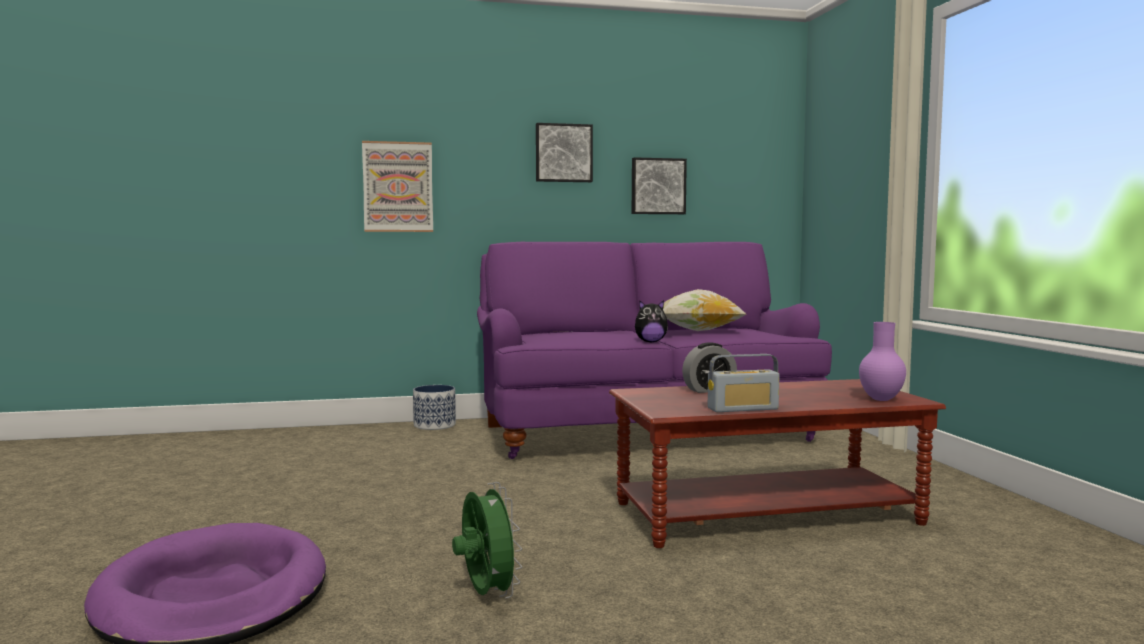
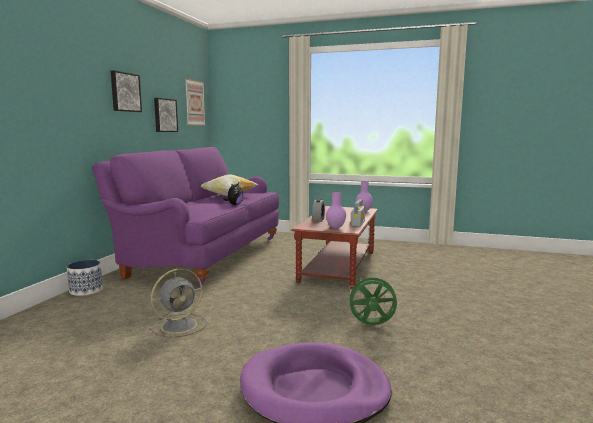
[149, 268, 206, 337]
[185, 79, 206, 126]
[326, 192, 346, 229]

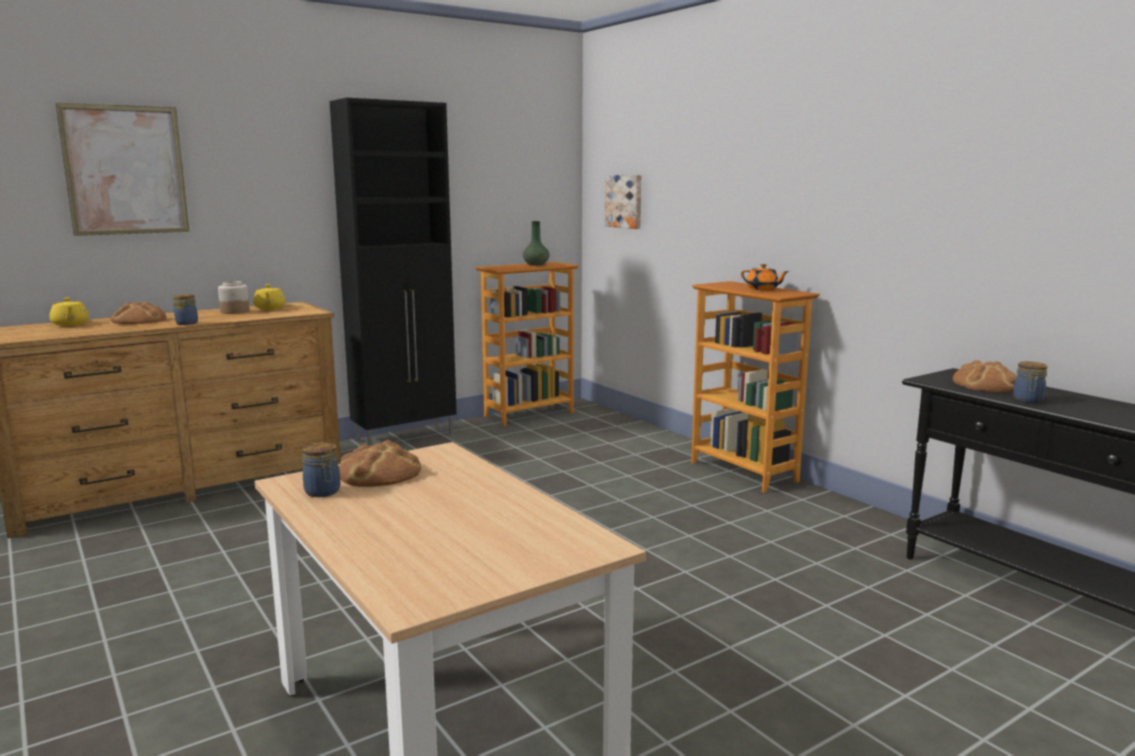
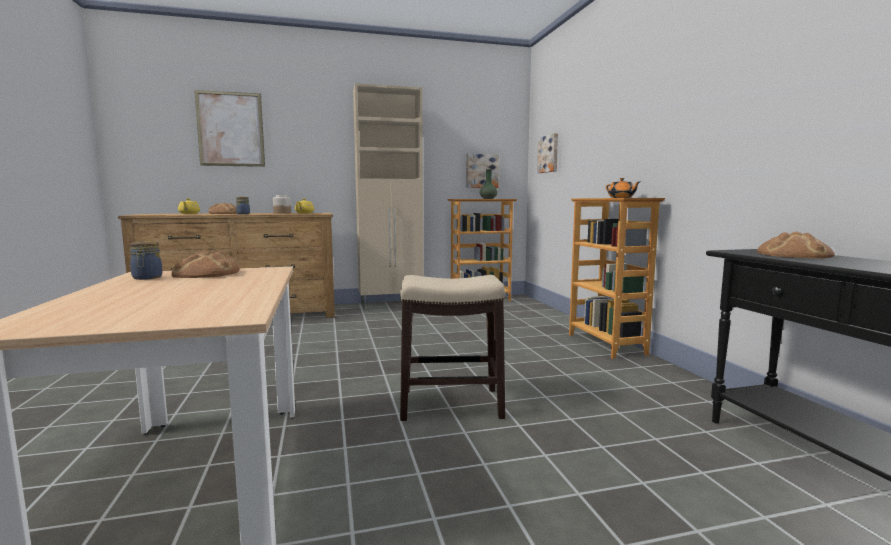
[353, 83, 424, 309]
[400, 275, 505, 421]
[466, 154, 499, 188]
[1013, 361, 1048, 403] (first image)

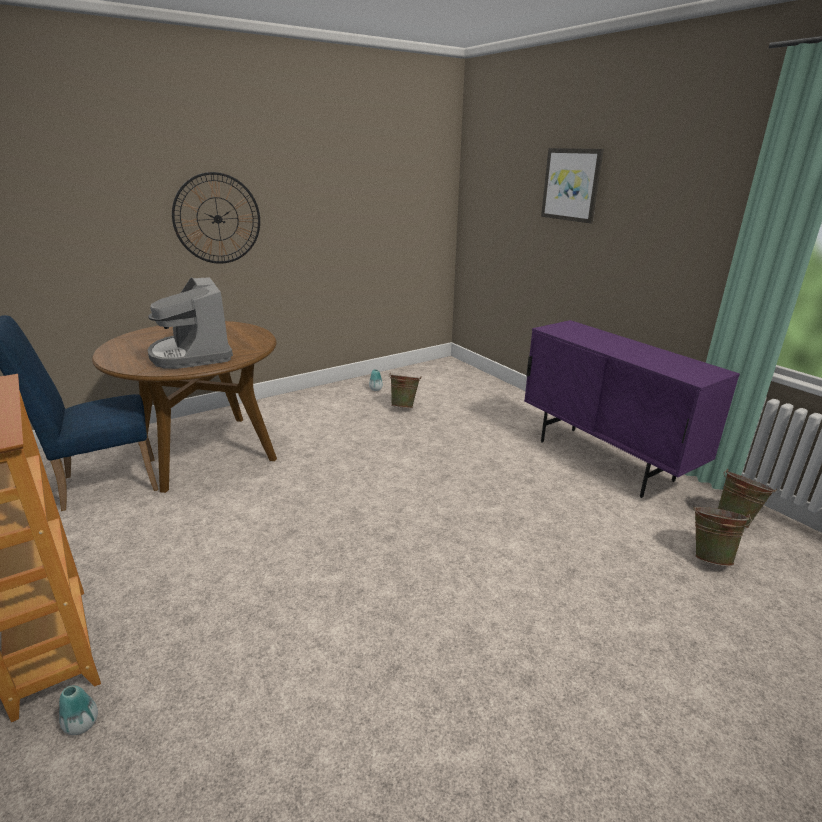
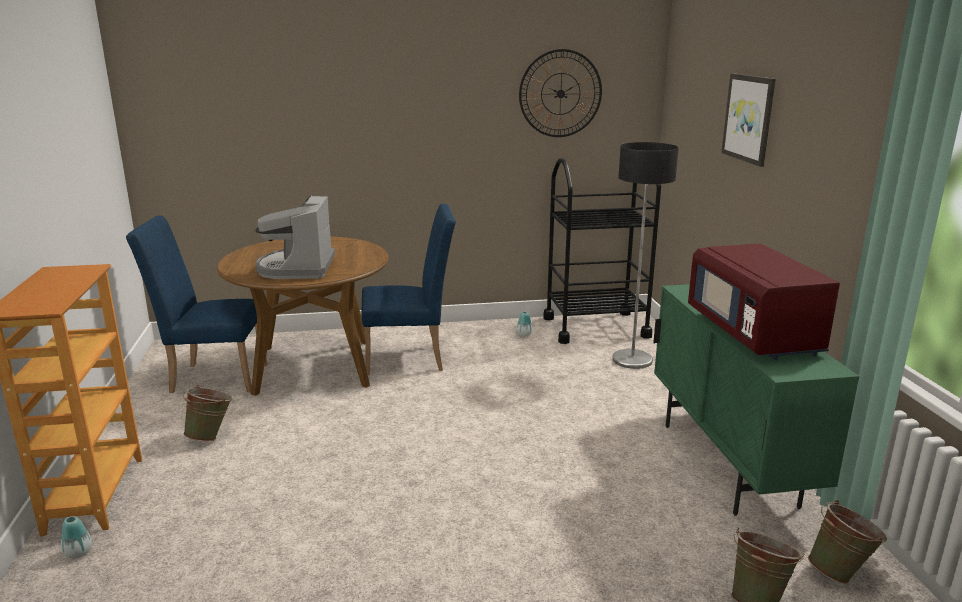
[183, 385, 232, 442]
[361, 204, 456, 375]
[519, 49, 602, 137]
[543, 158, 661, 344]
[612, 142, 679, 369]
[653, 284, 860, 516]
[688, 243, 840, 360]

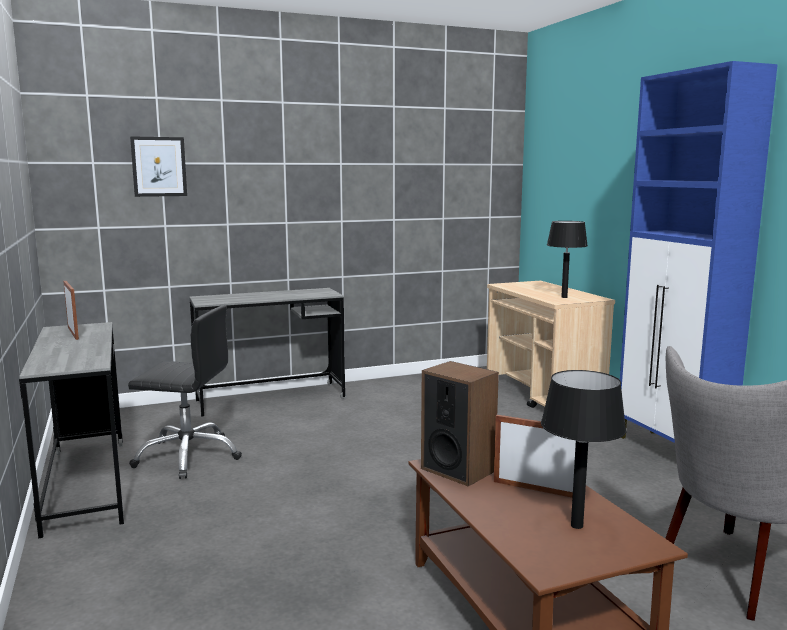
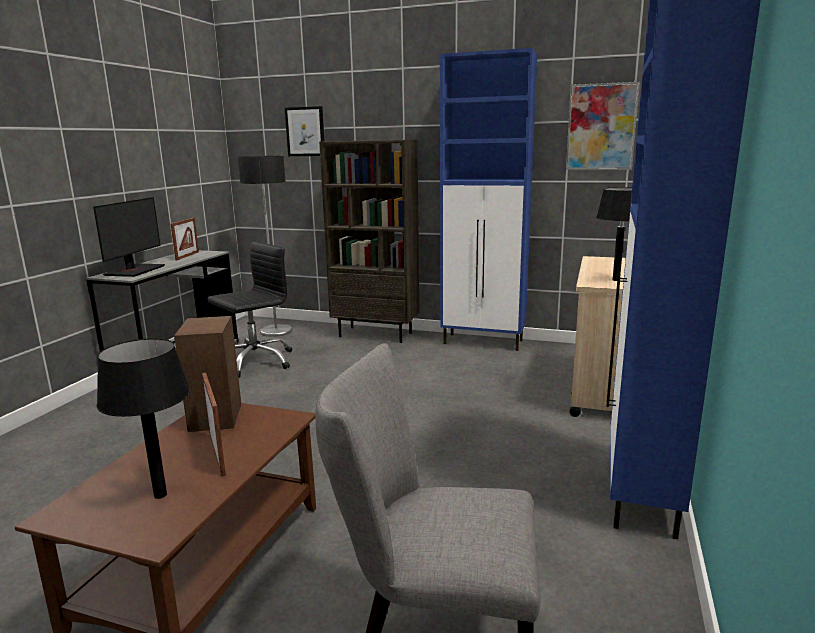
[93, 197, 165, 277]
[207, 241, 292, 378]
[238, 156, 292, 337]
[319, 140, 420, 343]
[440, 48, 537, 351]
[566, 82, 640, 170]

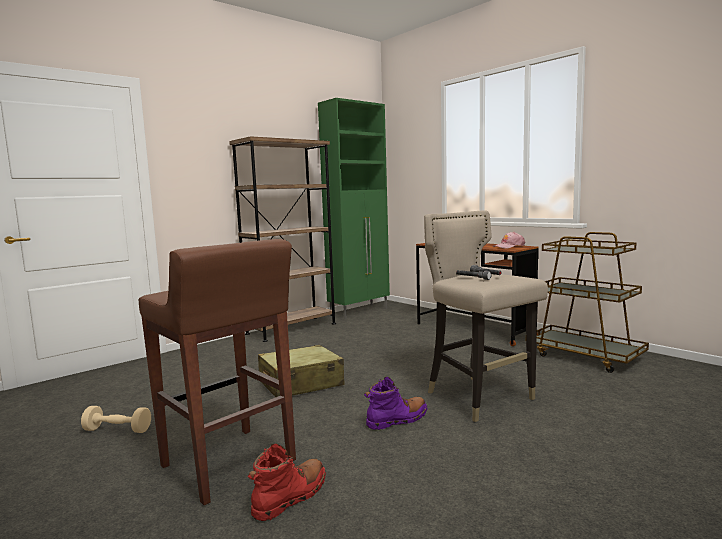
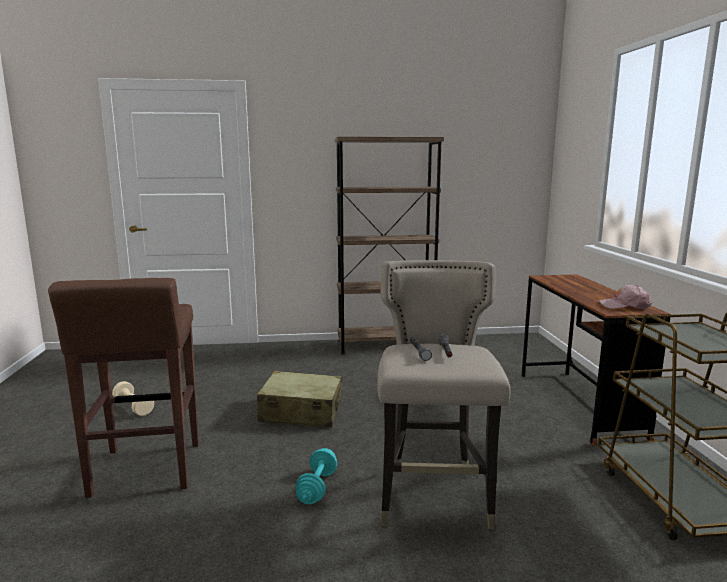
[295, 448, 337, 504]
[248, 444, 326, 521] (first image)
[318, 98, 390, 319] (first image)

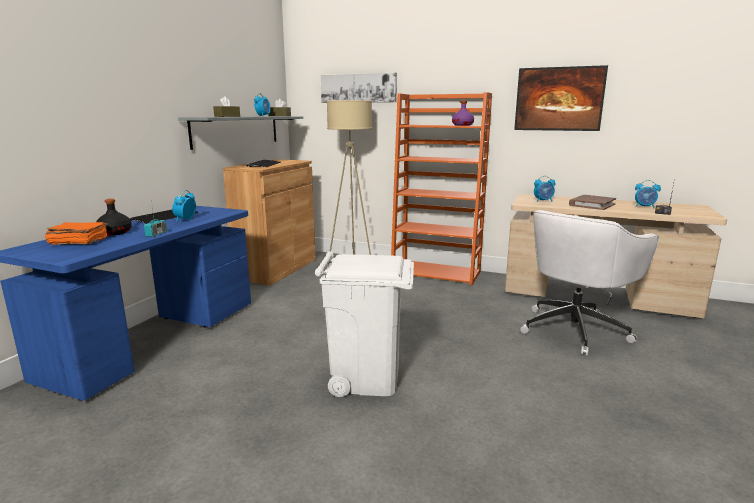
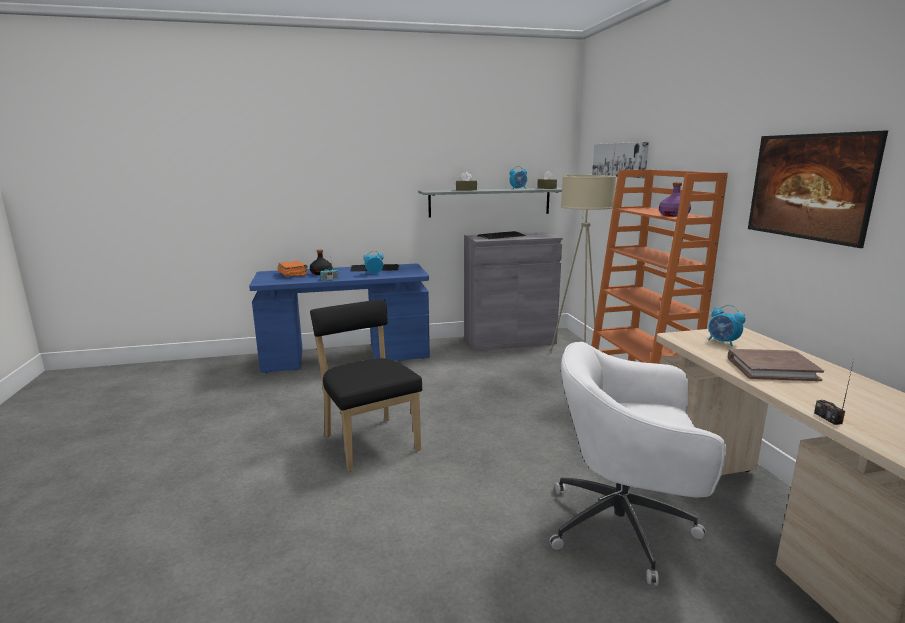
[310, 299, 422, 472]
[464, 232, 562, 351]
[635, 180, 661, 208] (first image)

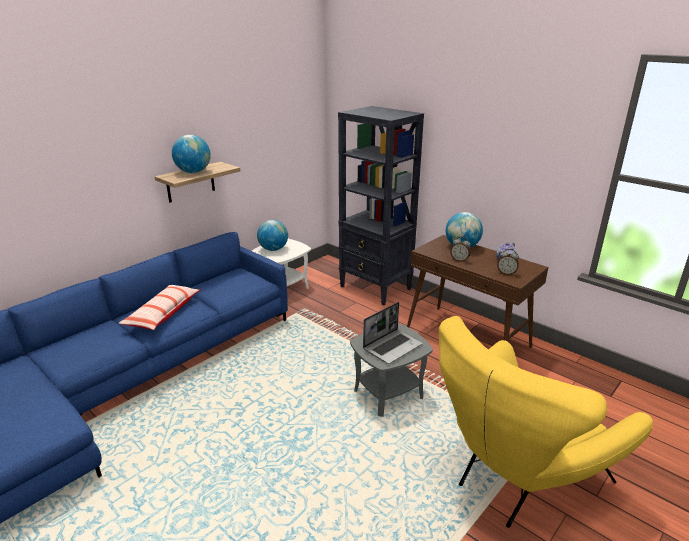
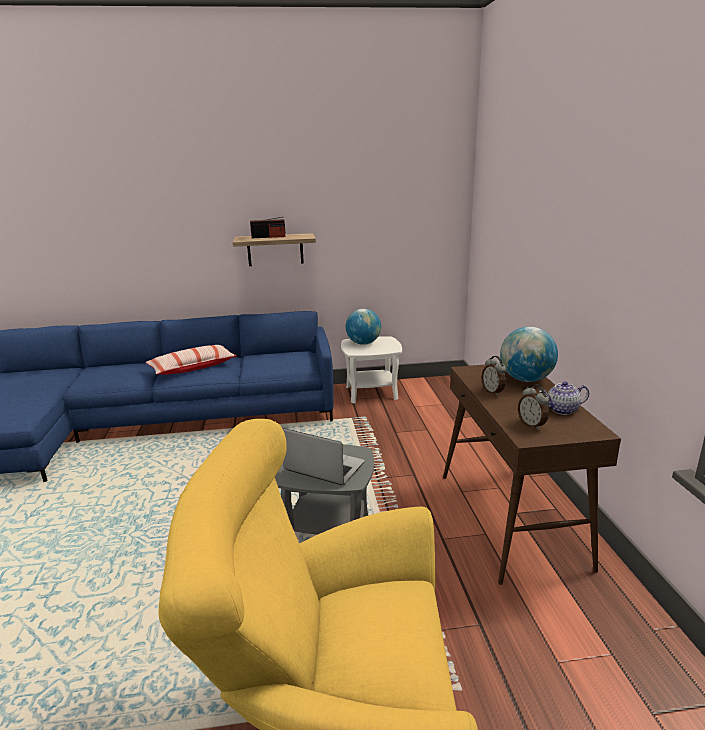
[250, 217, 285, 238]
[282, 428, 365, 485]
[338, 106, 424, 306] (first image)

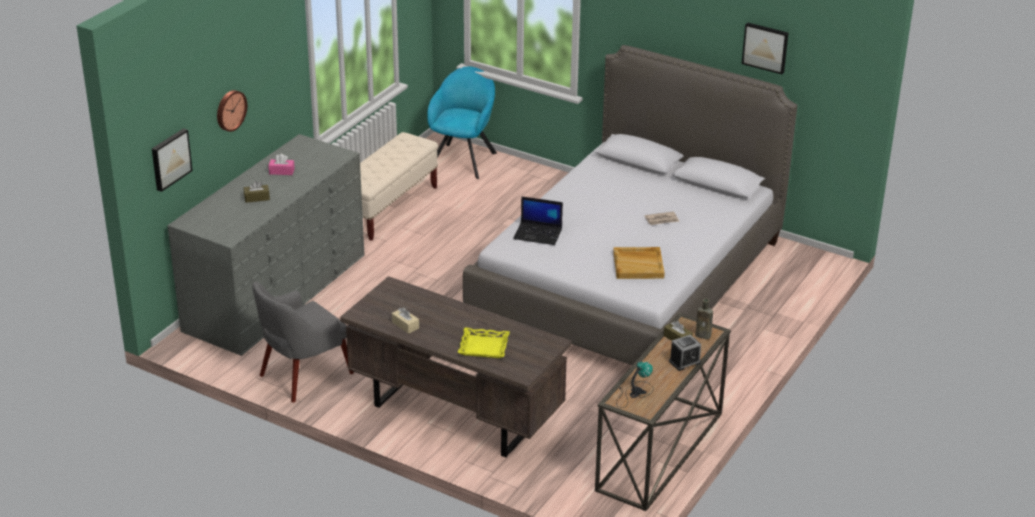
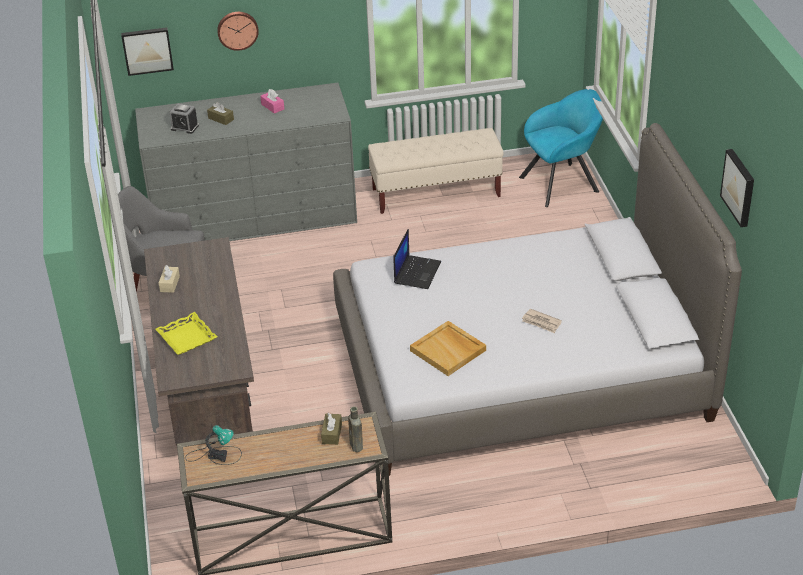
[169, 103, 199, 134]
[393, 229, 441, 289]

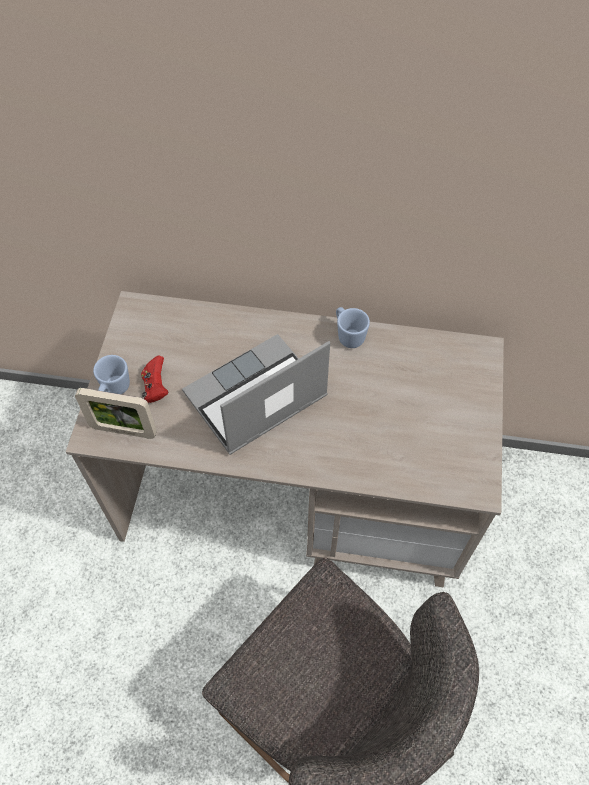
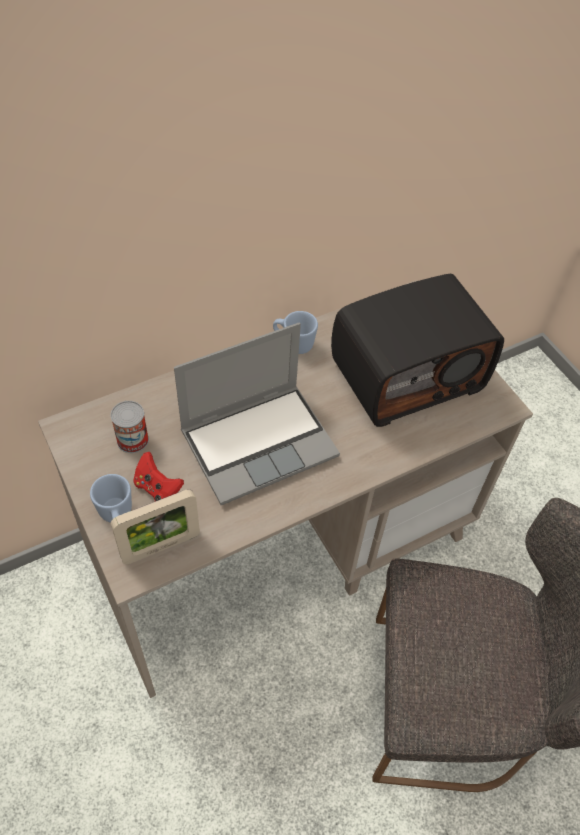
[110, 401, 149, 453]
[174, 323, 340, 505]
[331, 274, 504, 427]

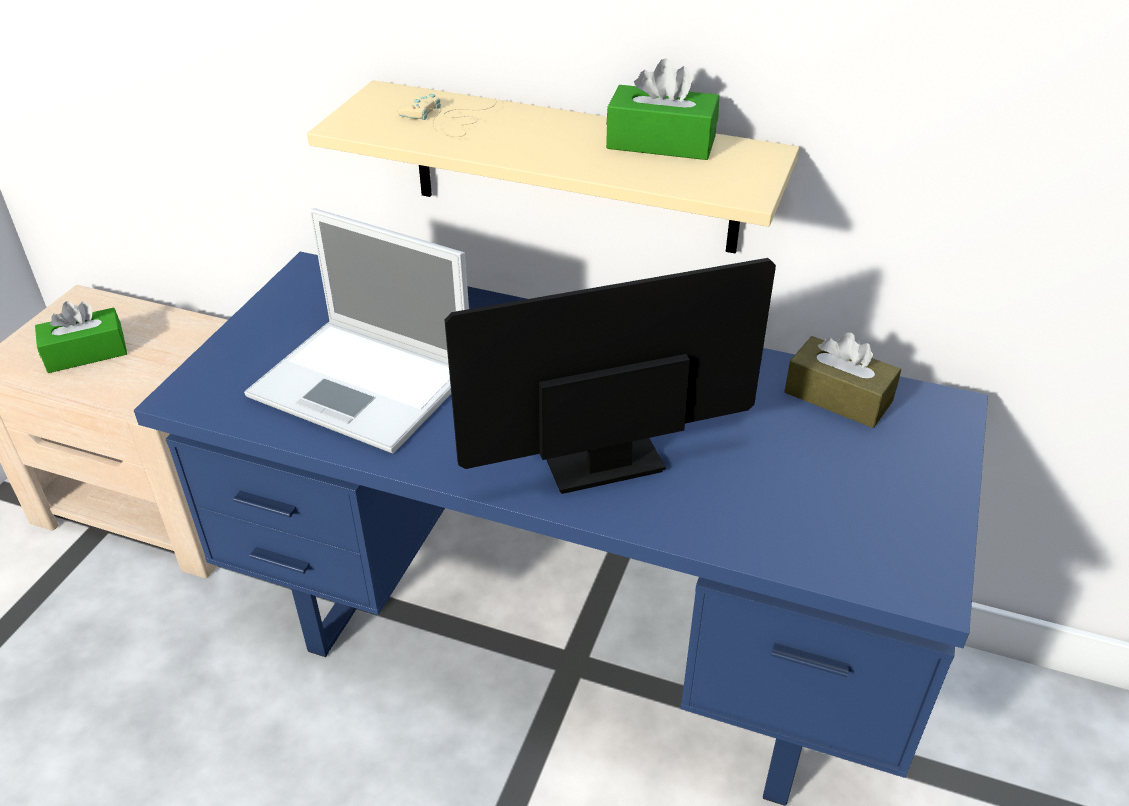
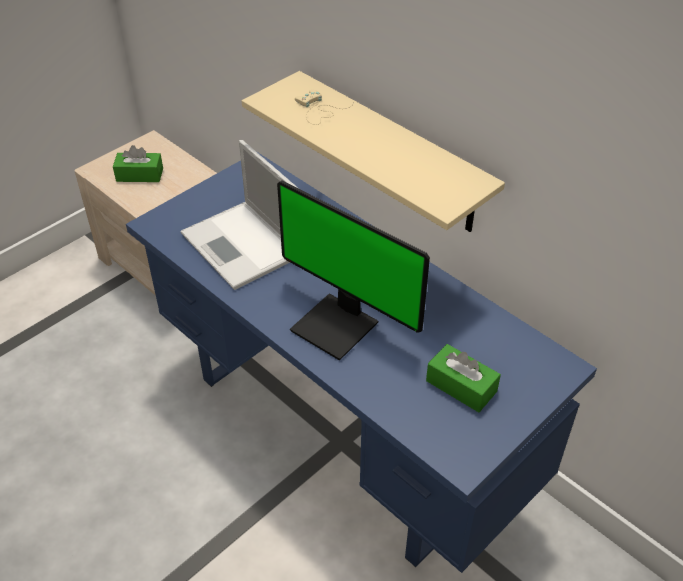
[277, 181, 430, 361]
[426, 344, 501, 412]
[784, 333, 901, 428] (first image)

